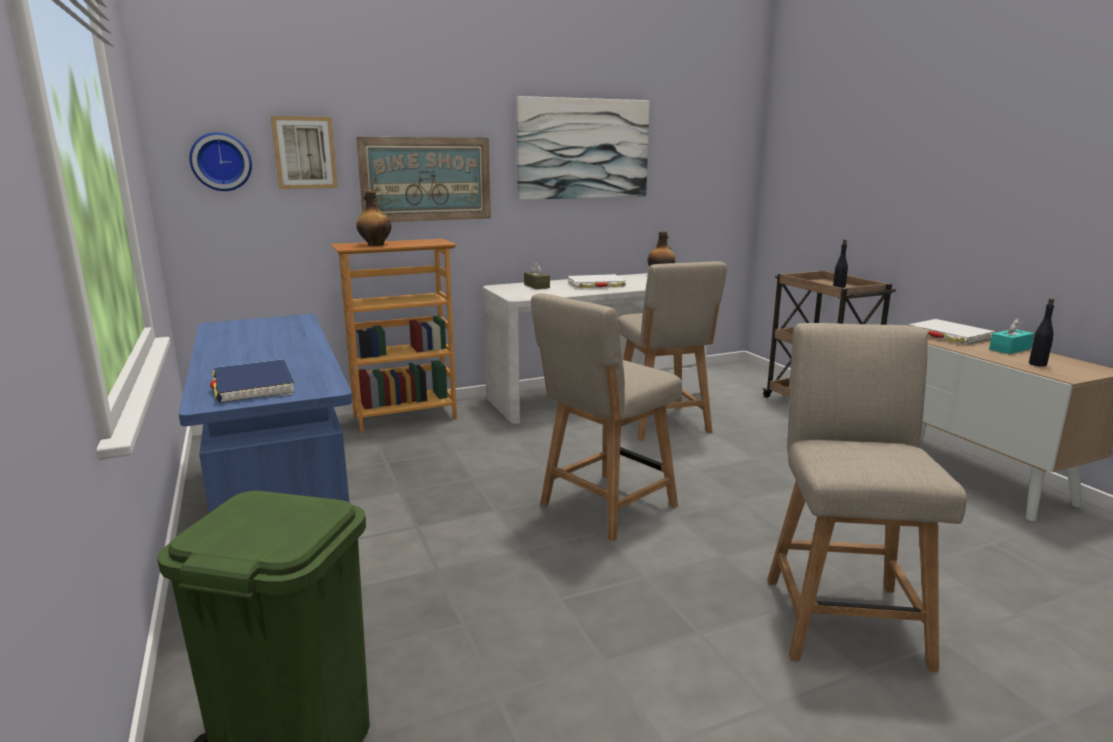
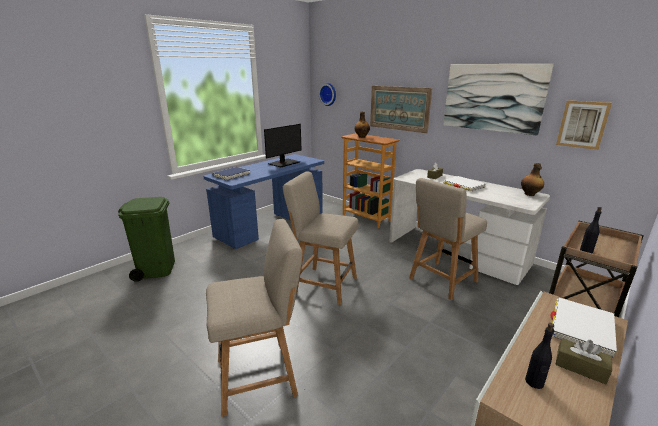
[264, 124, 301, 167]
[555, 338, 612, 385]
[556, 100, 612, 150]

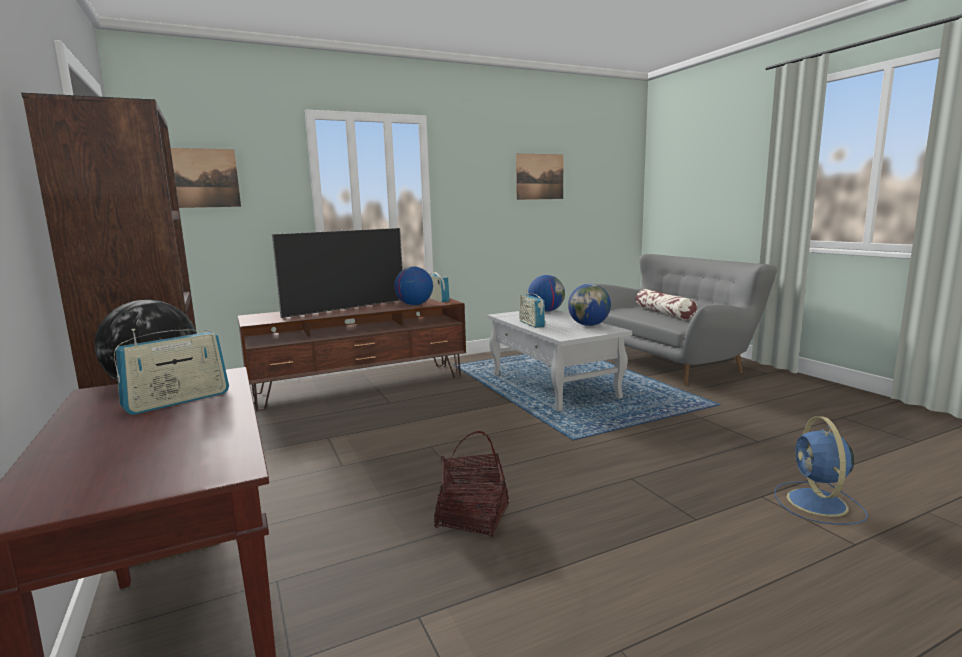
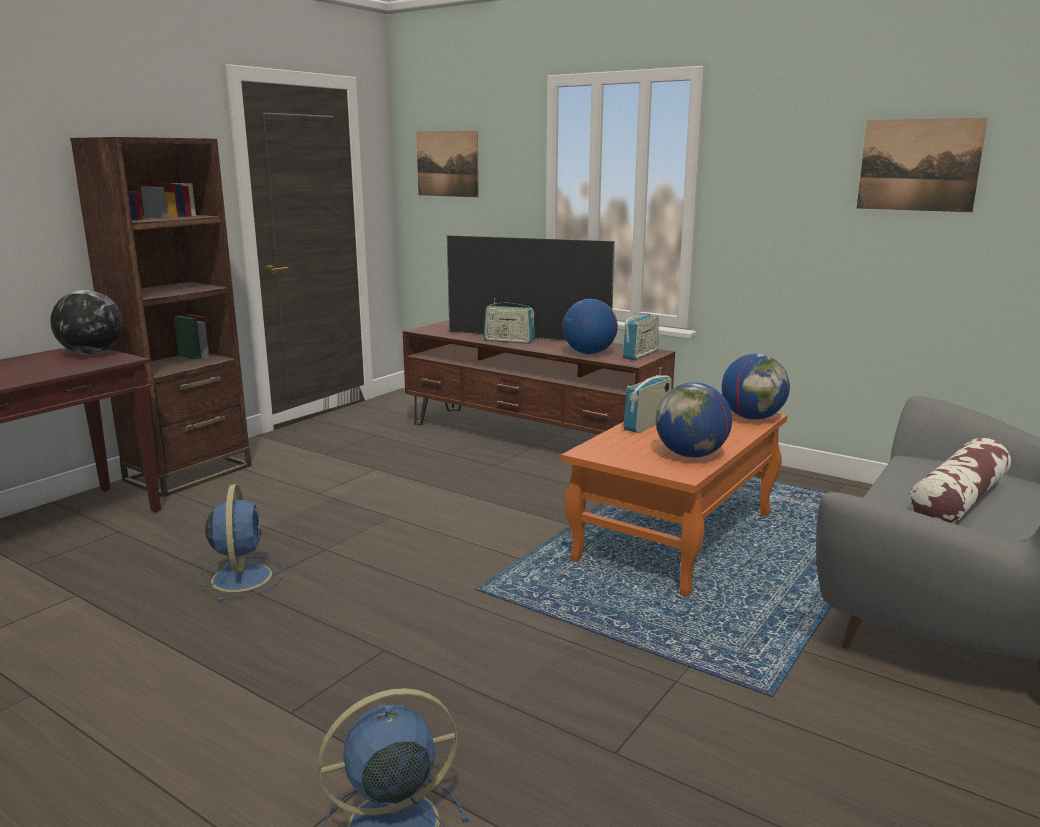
[198, 484, 285, 601]
[484, 298, 535, 344]
[561, 409, 787, 597]

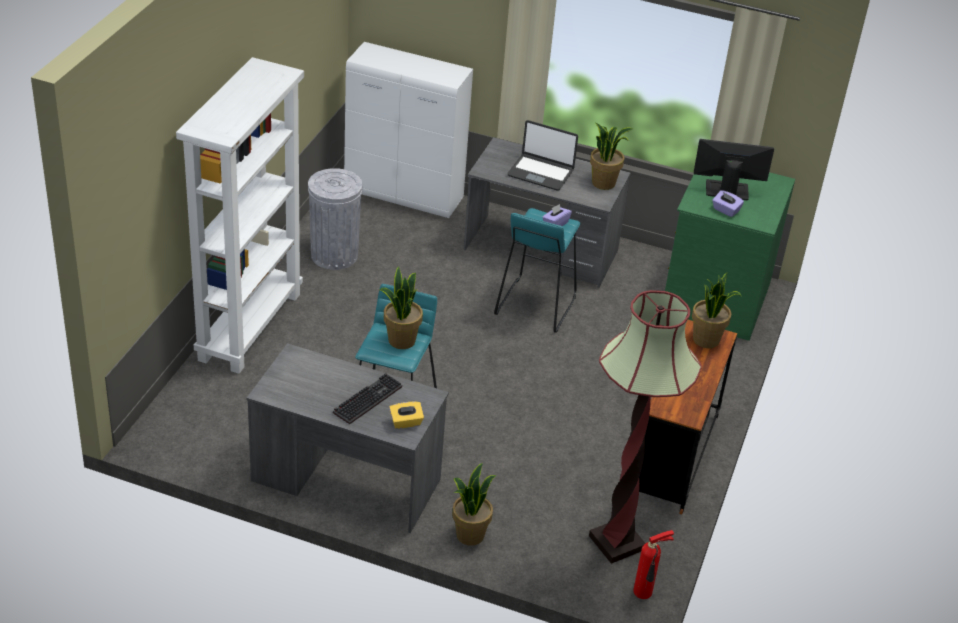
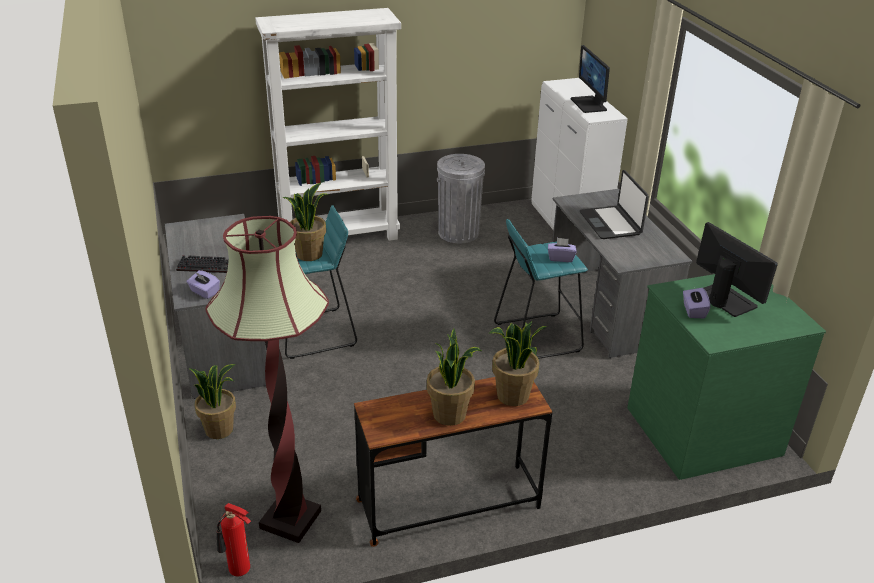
[186, 270, 220, 299]
[427, 329, 482, 426]
[571, 45, 610, 113]

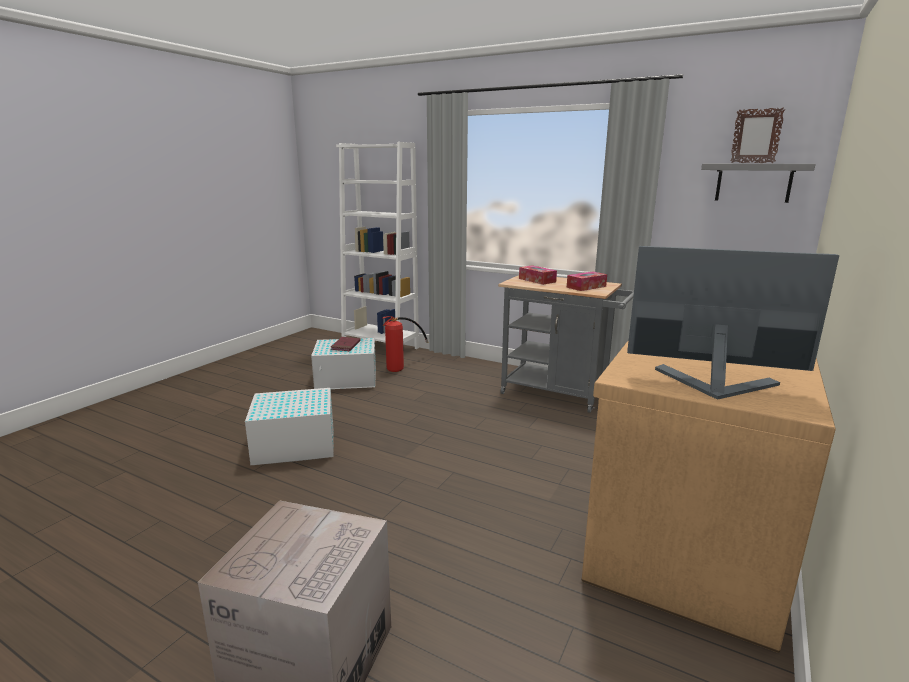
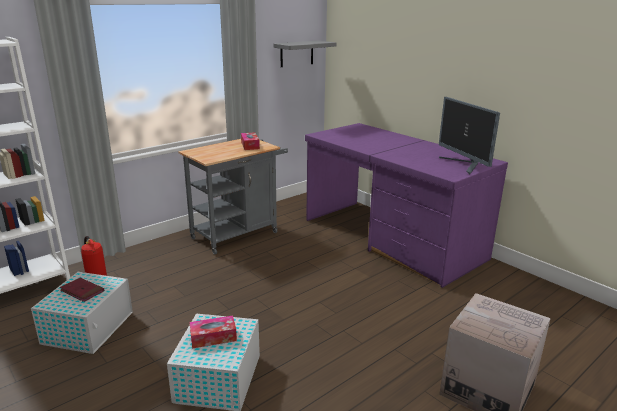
[190, 316, 237, 349]
[305, 123, 508, 288]
[439, 97, 500, 174]
[730, 107, 785, 163] (first image)

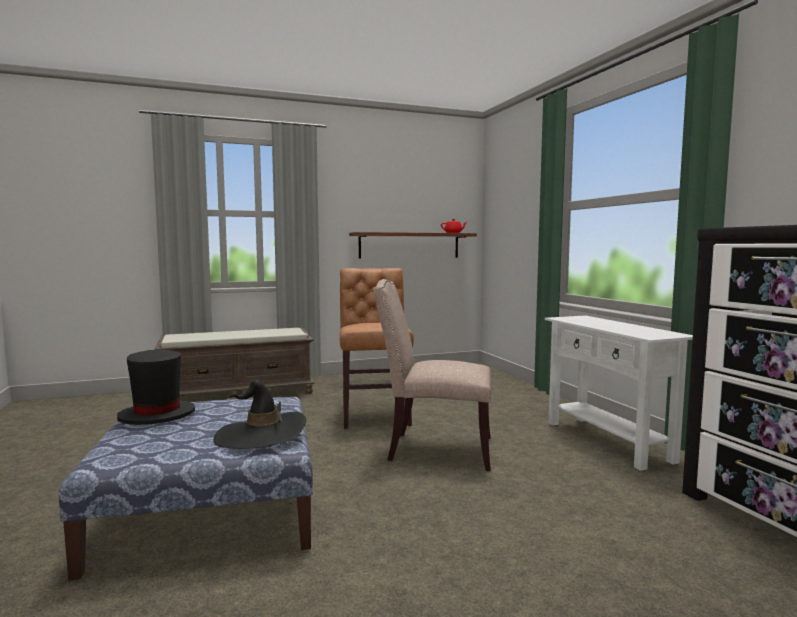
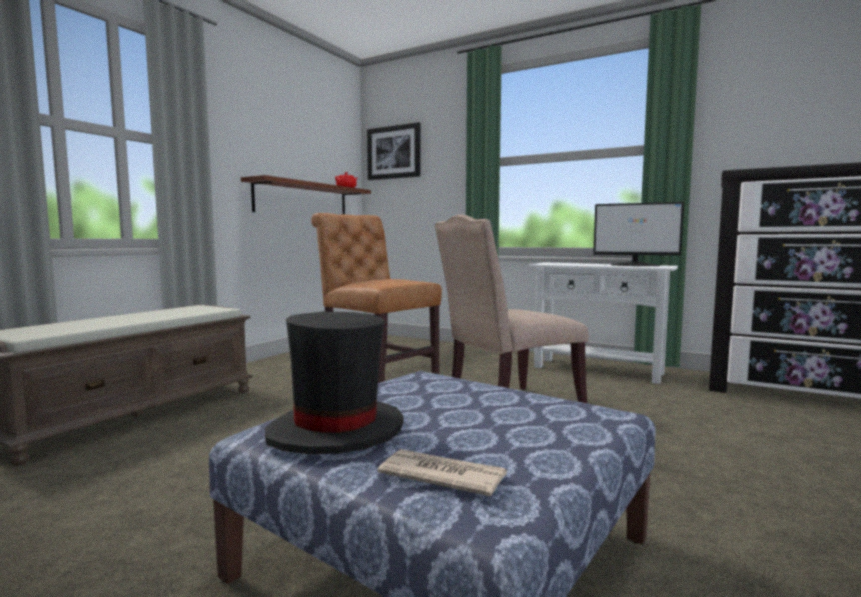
[367, 122, 421, 180]
[377, 449, 507, 496]
[593, 202, 684, 266]
[213, 380, 306, 449] (first image)

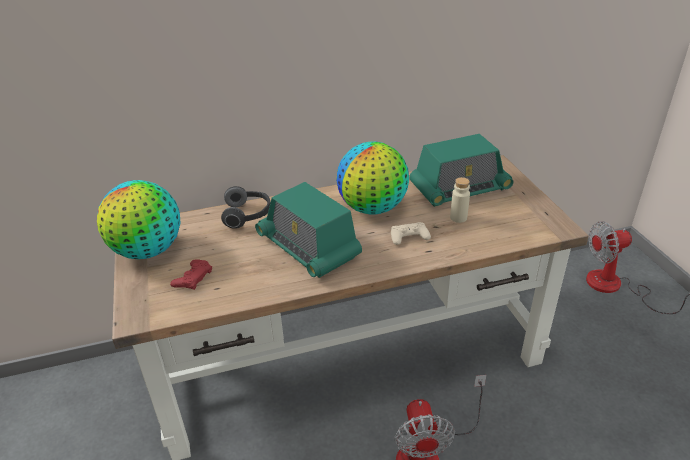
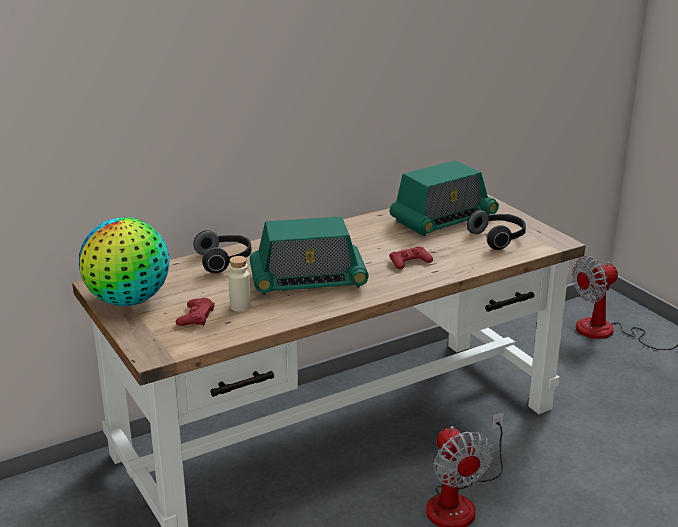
[228, 256, 251, 312]
[250, 216, 369, 295]
[389, 247, 433, 269]
[467, 210, 526, 250]
[336, 142, 409, 215] (first image)

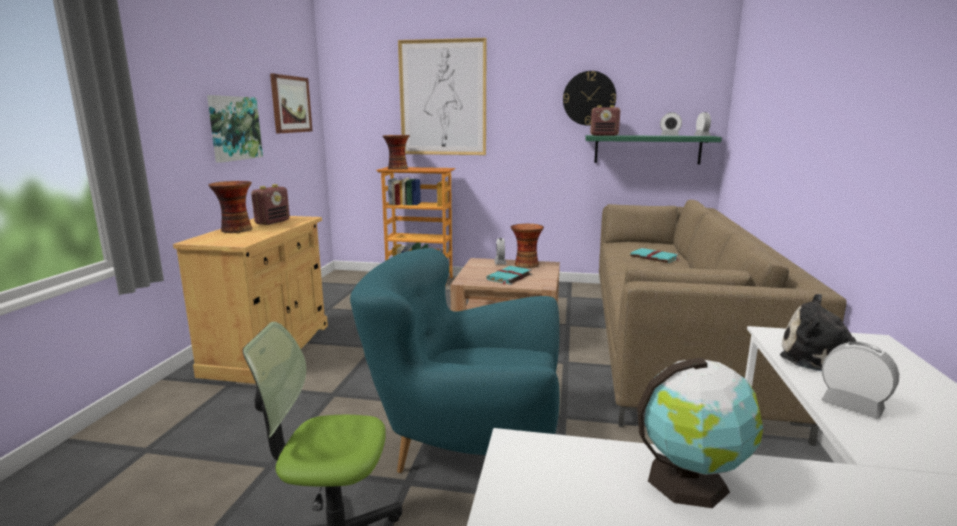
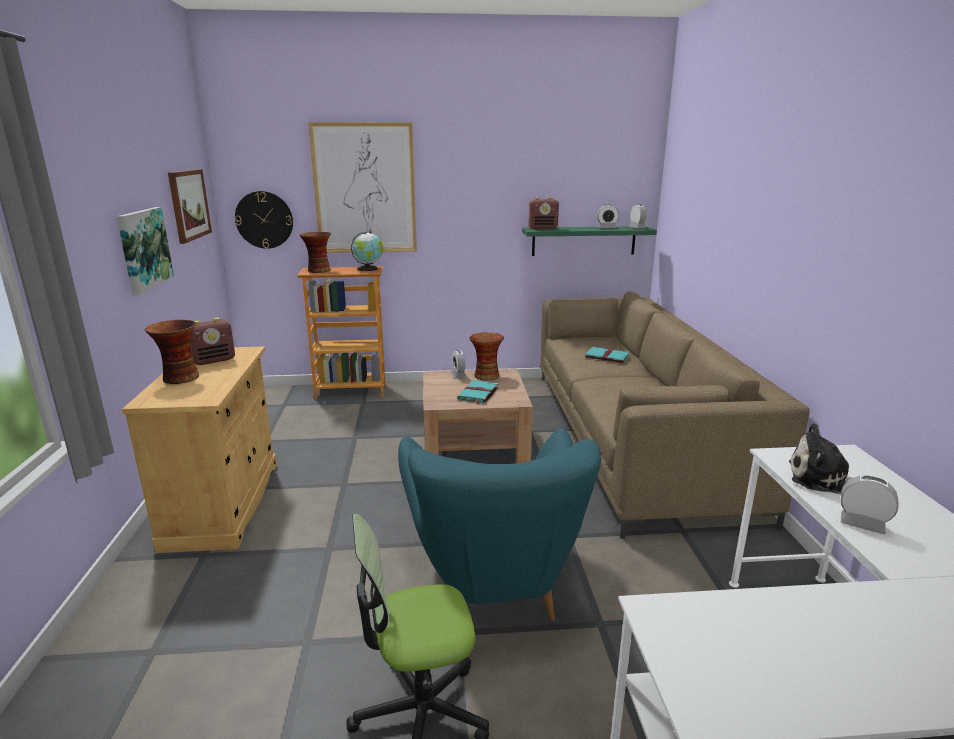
[190, 318, 235, 365]
[235, 191, 293, 249]
[351, 232, 383, 271]
[398, 428, 601, 621]

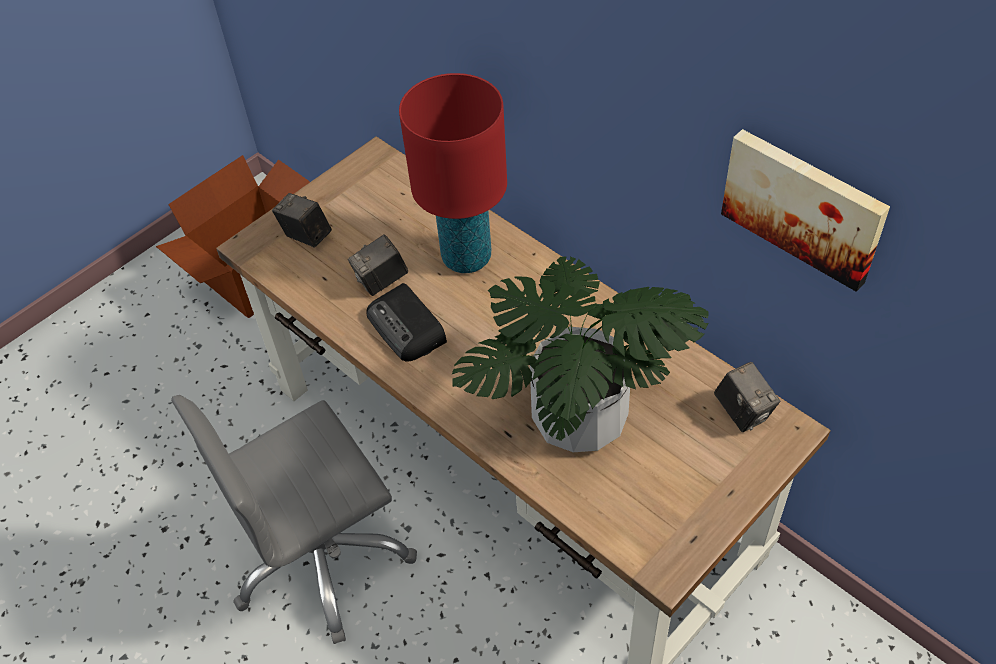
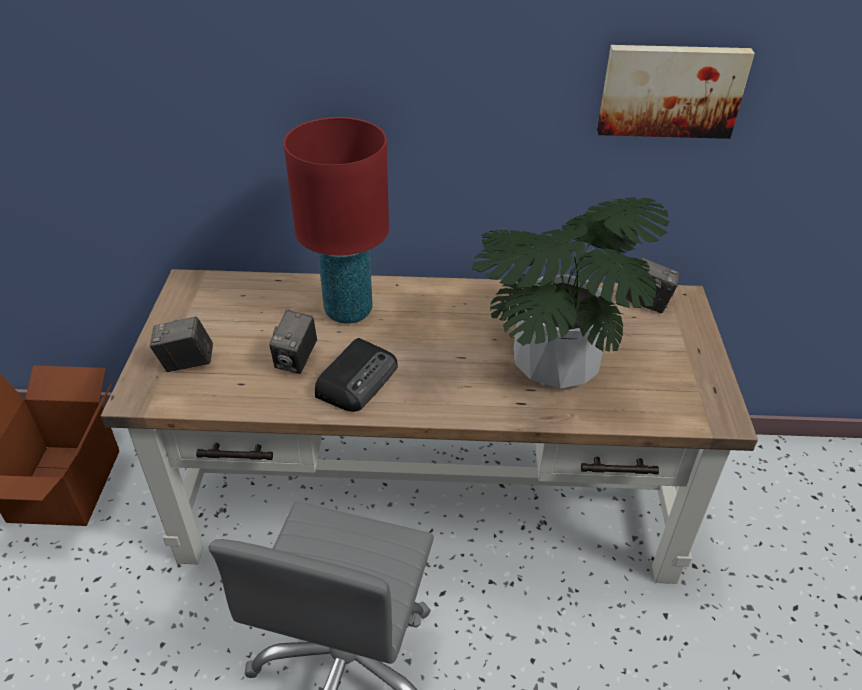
[315, 338, 398, 412]

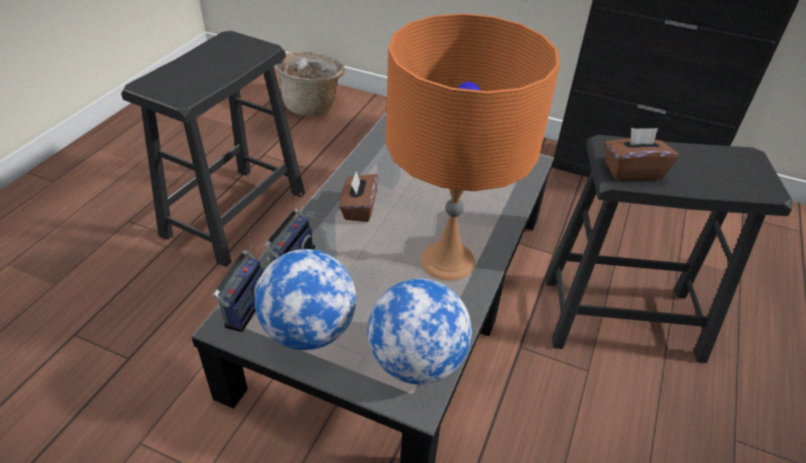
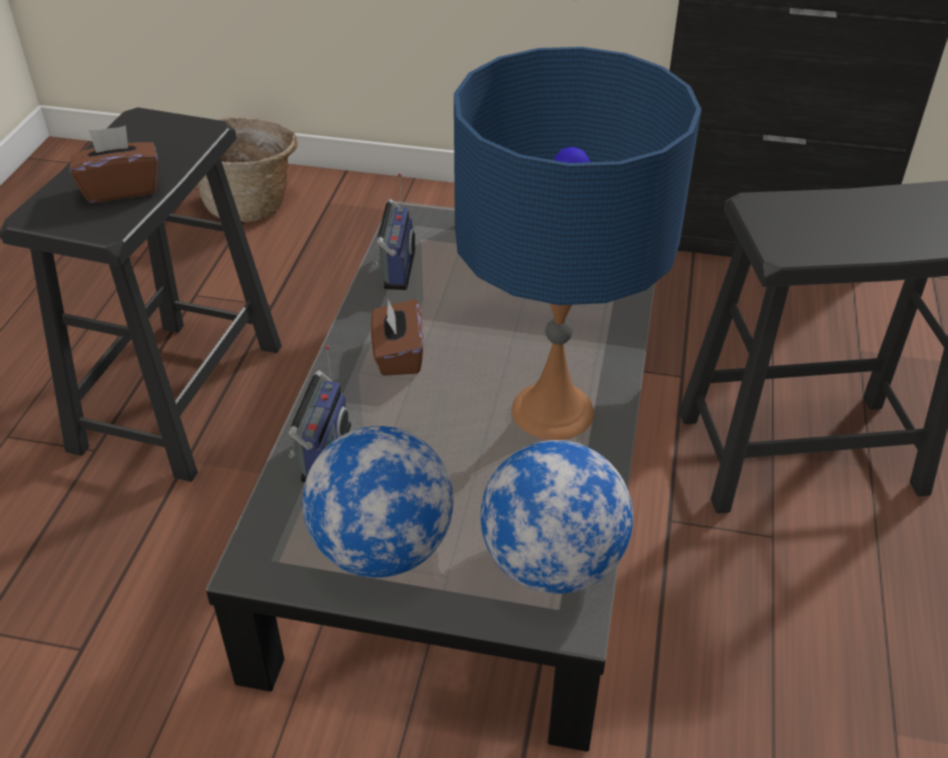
[70, 126, 158, 203]
[374, 173, 415, 290]
[454, 47, 701, 440]

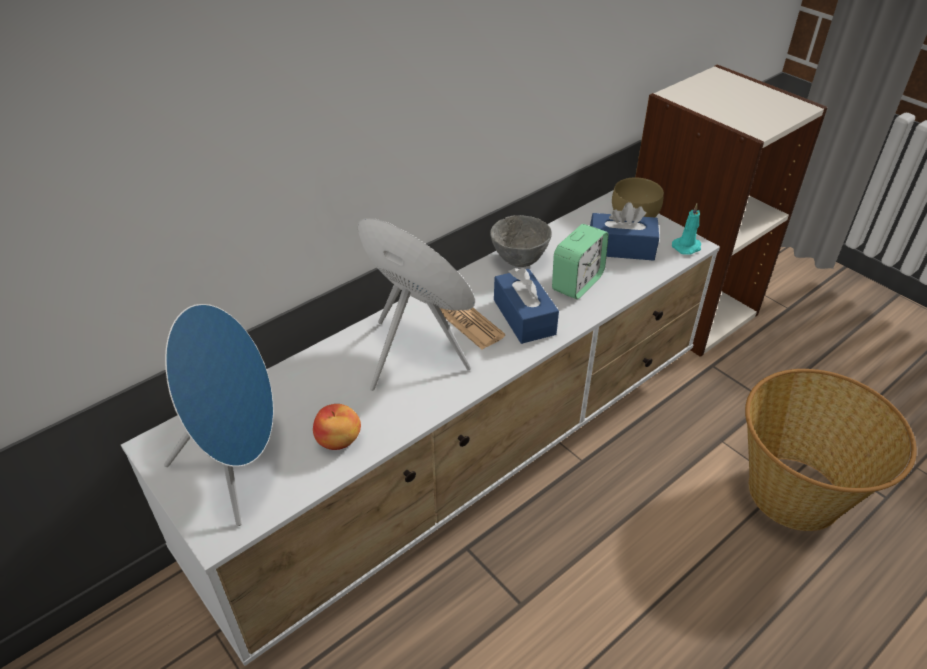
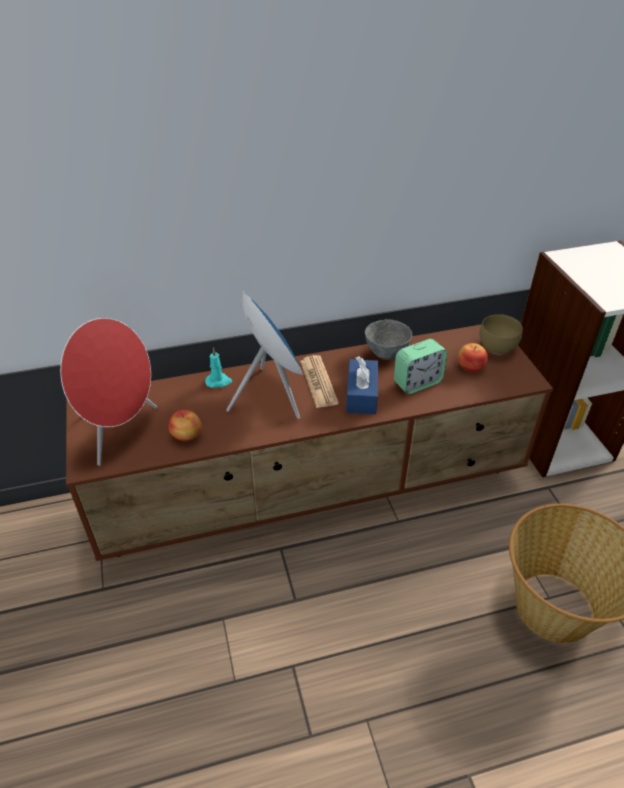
[60, 318, 157, 466]
[66, 324, 553, 561]
[205, 348, 232, 388]
[458, 343, 488, 373]

